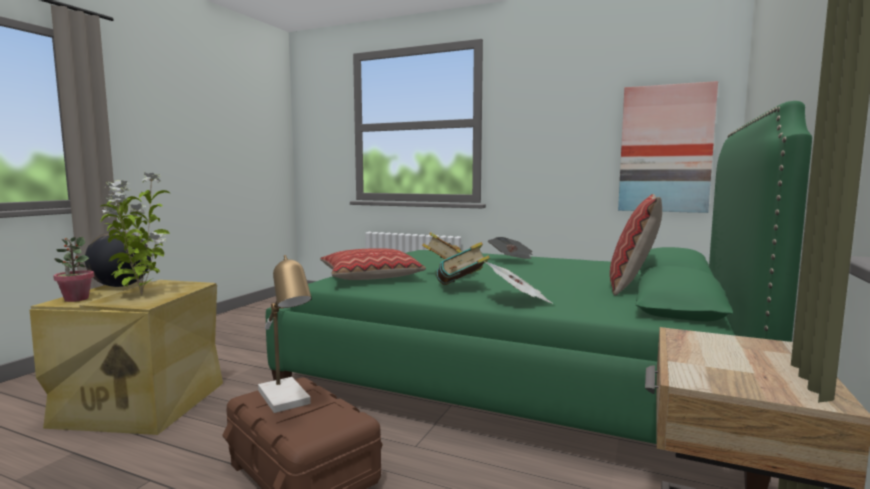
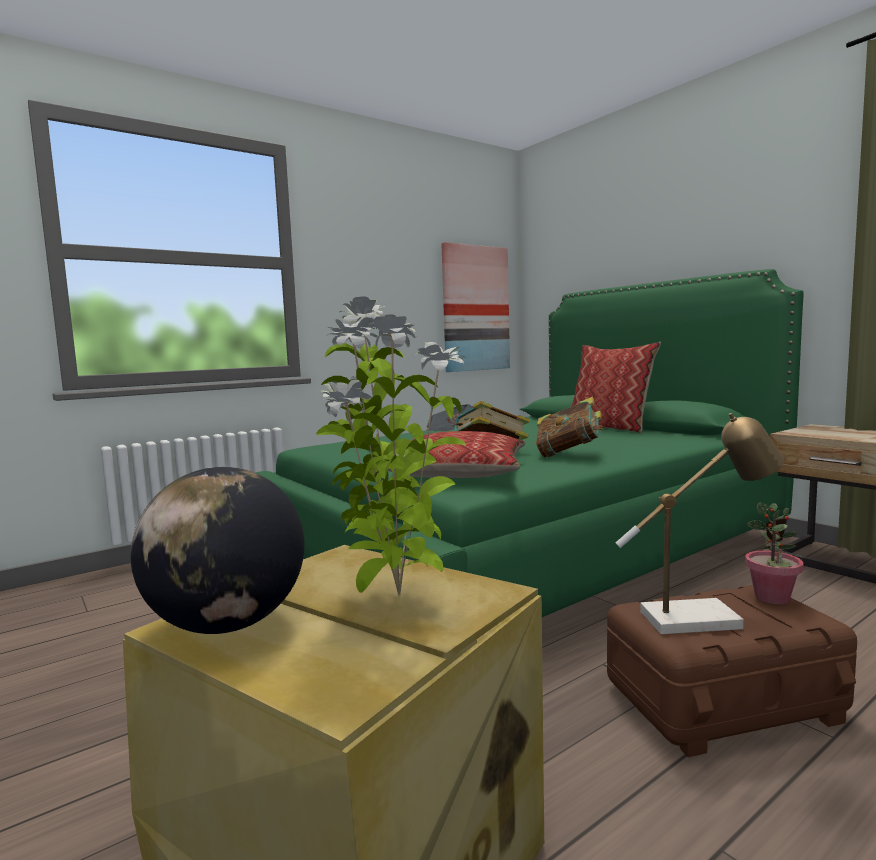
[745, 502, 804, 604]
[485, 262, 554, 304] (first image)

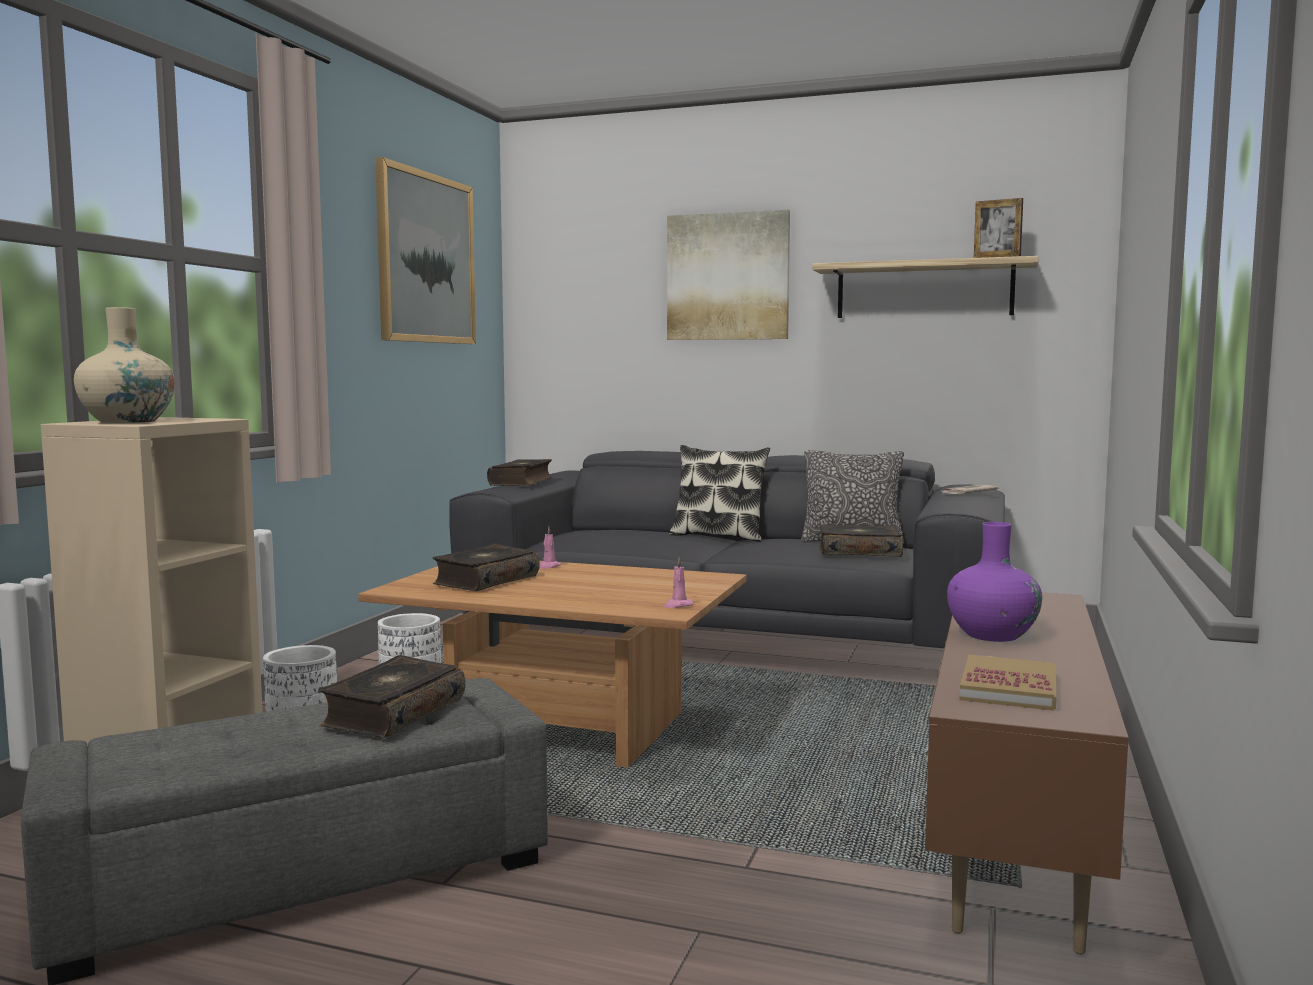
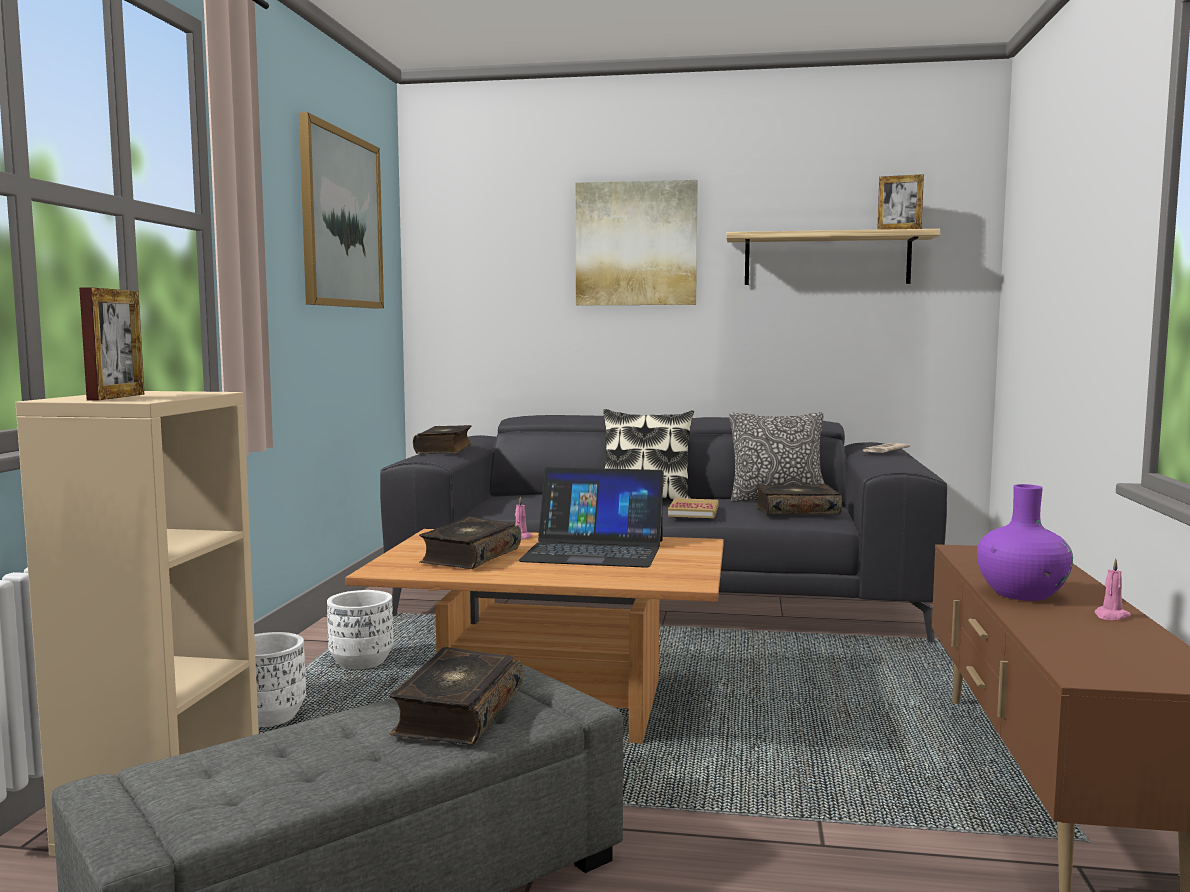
[79, 287, 144, 400]
[1095, 558, 1131, 620]
[668, 498, 719, 518]
[518, 467, 664, 568]

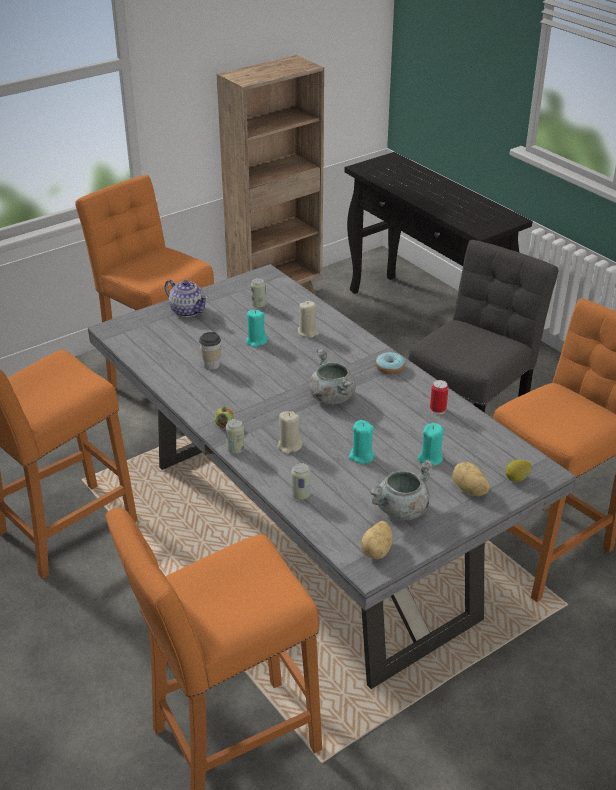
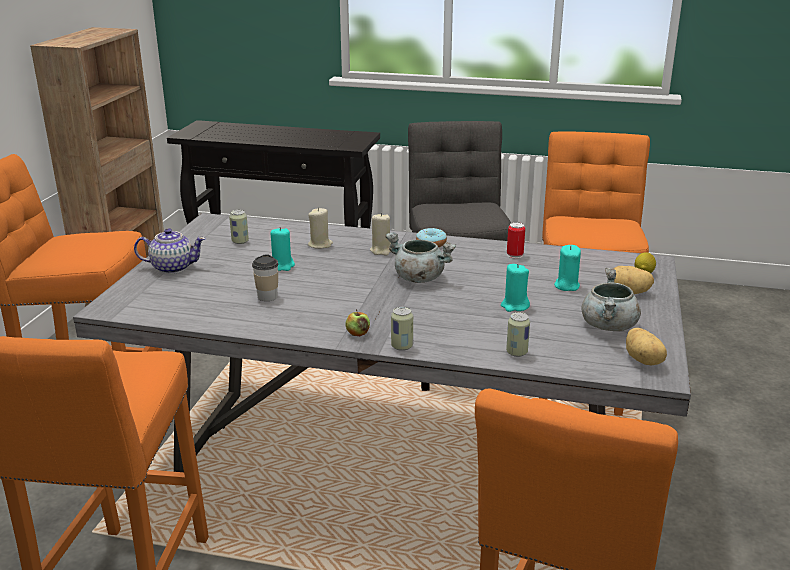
[370, 213, 391, 255]

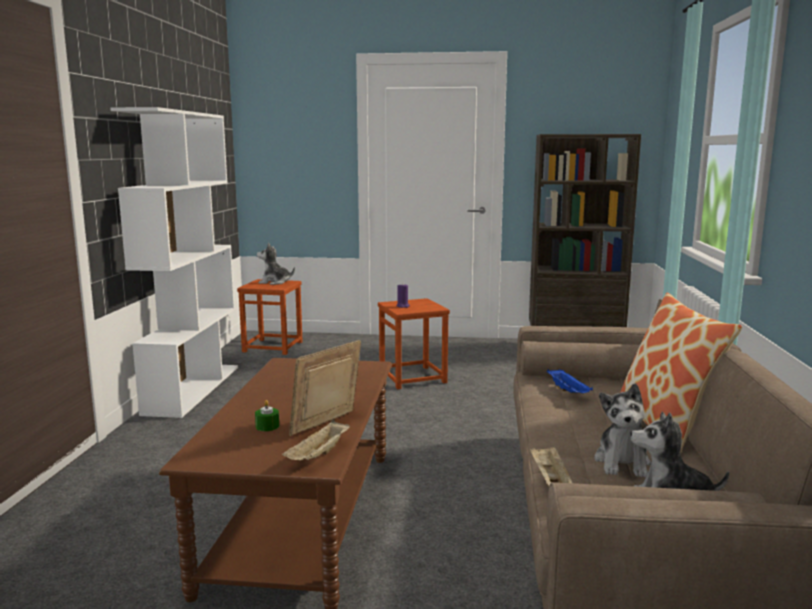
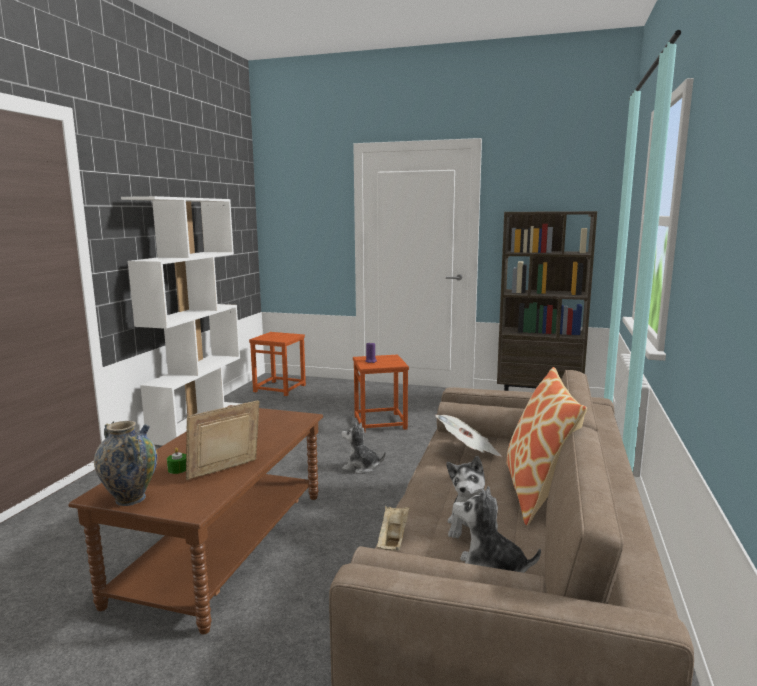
[341, 423, 386, 474]
[282, 420, 350, 460] (first image)
[435, 415, 502, 457]
[94, 421, 158, 506]

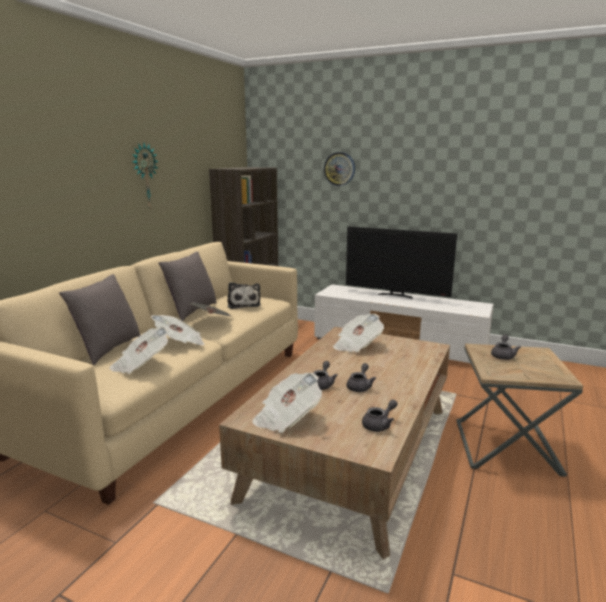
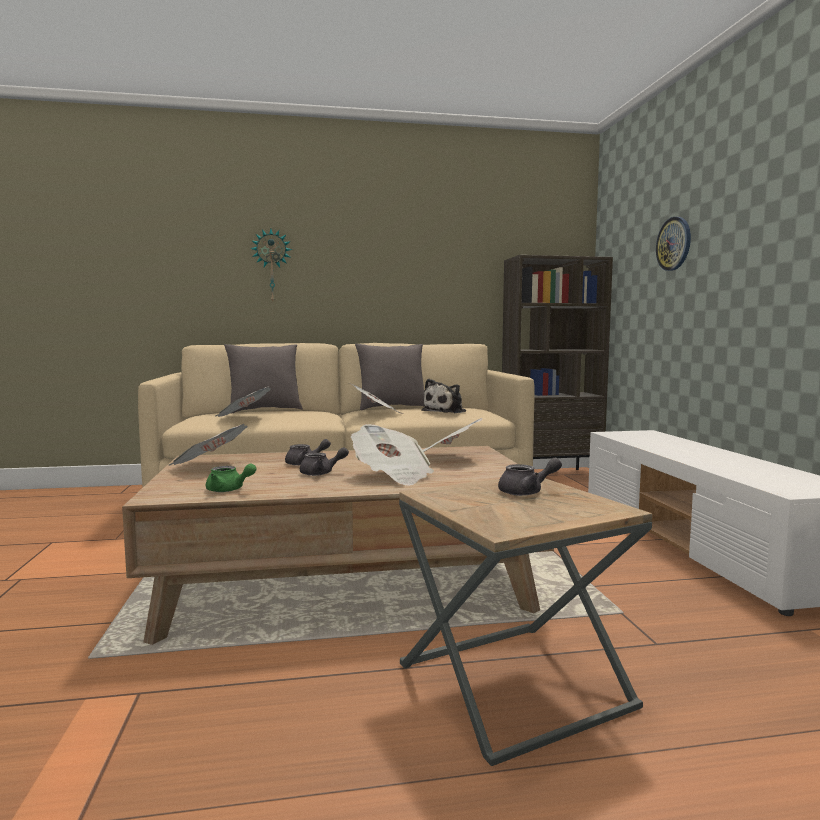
[250, 229, 292, 302]
[351, 424, 434, 486]
[346, 226, 457, 299] (first image)
[206, 464, 256, 492]

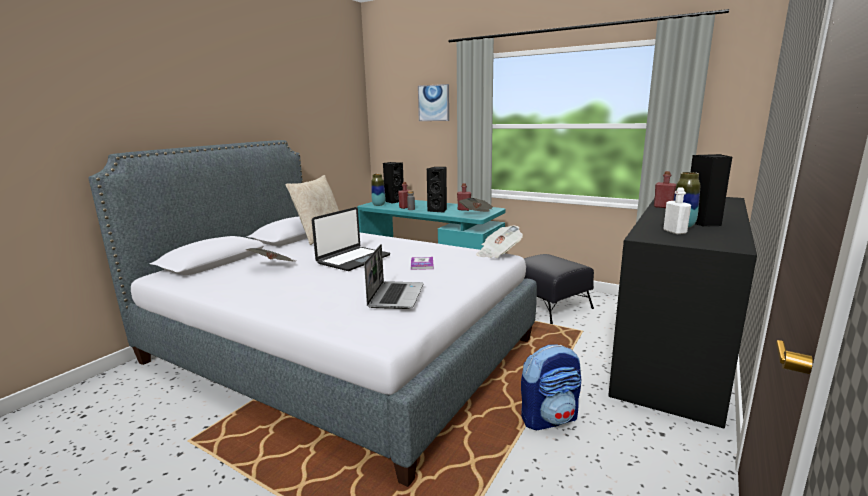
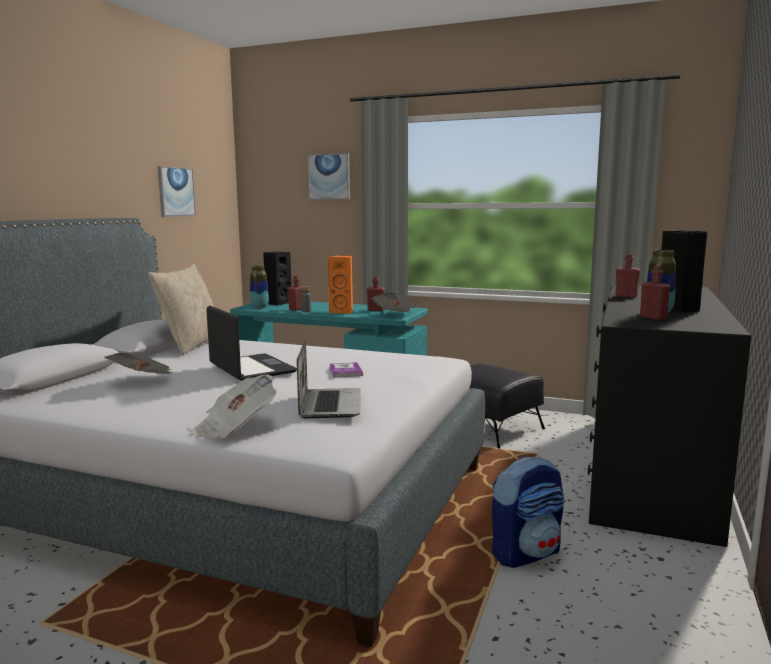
[206, 306, 297, 381]
[328, 255, 353, 314]
[191, 374, 276, 439]
[640, 266, 671, 320]
[158, 166, 196, 217]

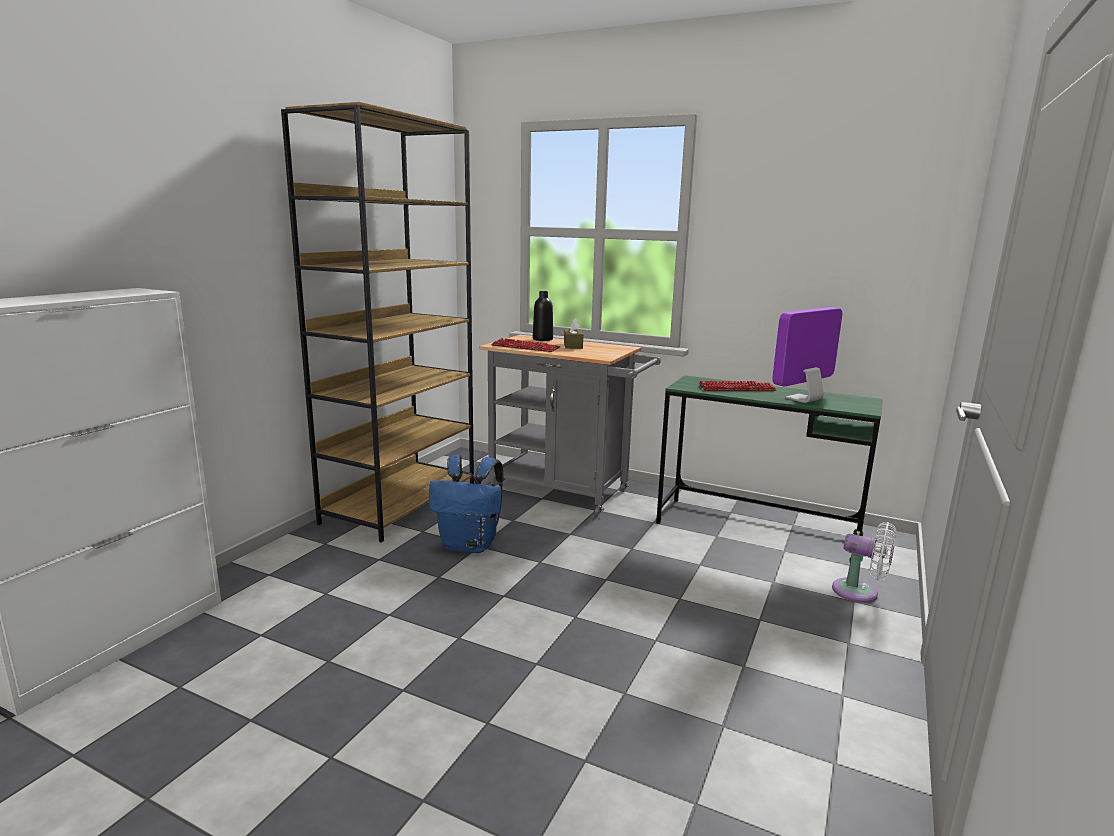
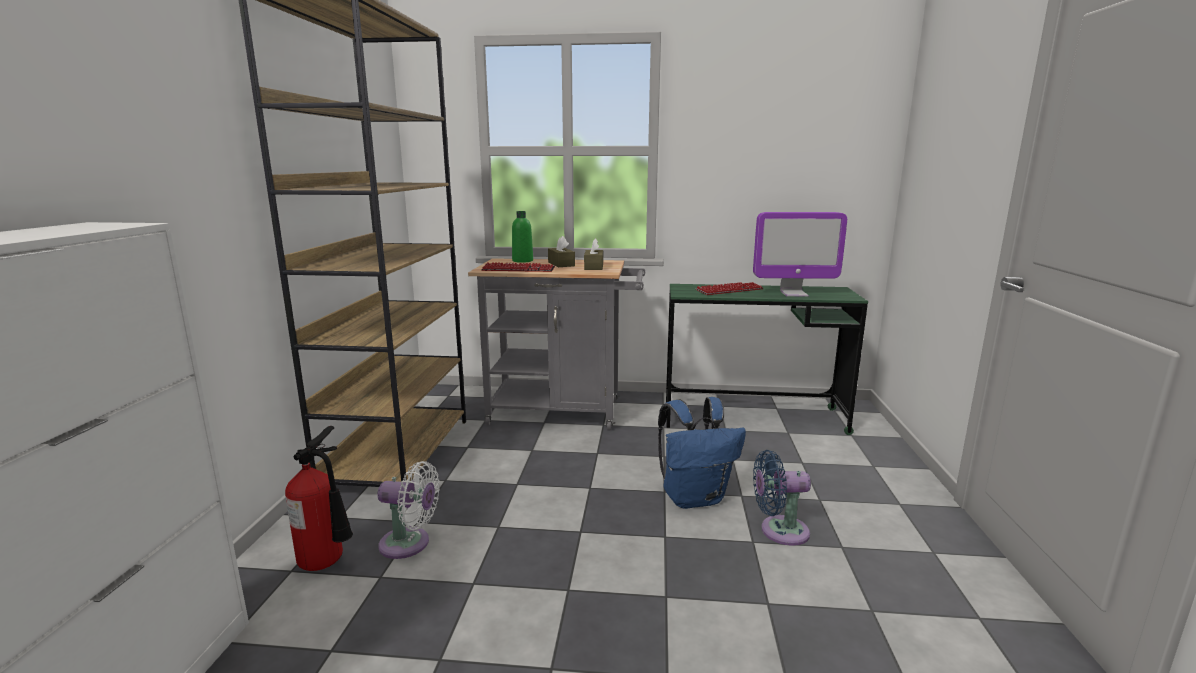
[658, 397, 746, 509]
[512, 211, 533, 263]
[753, 212, 847, 297]
[377, 461, 440, 559]
[285, 426, 353, 571]
[584, 238, 603, 270]
[753, 450, 811, 546]

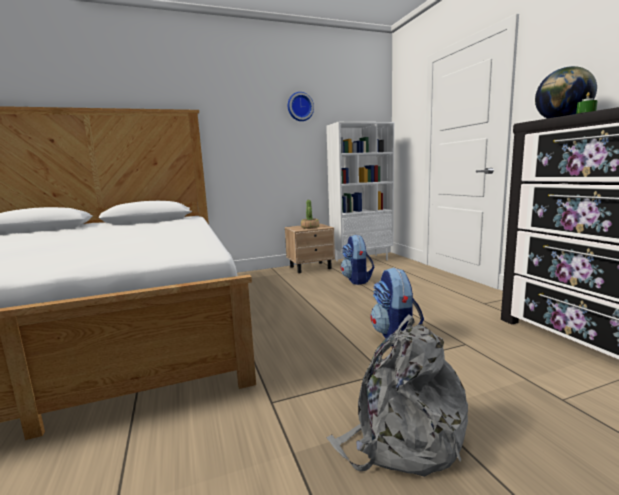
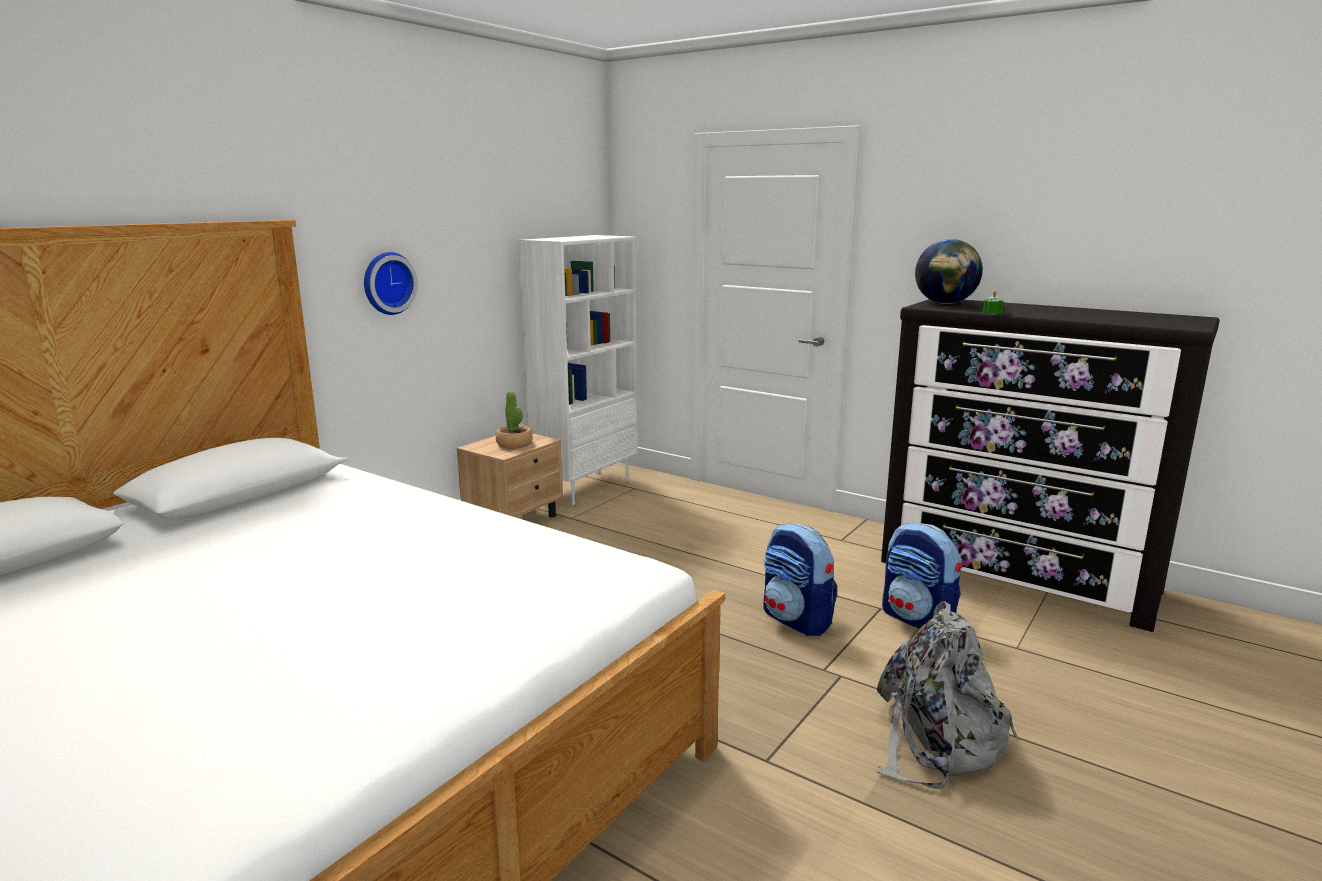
[364, 252, 418, 315]
[882, 522, 963, 628]

